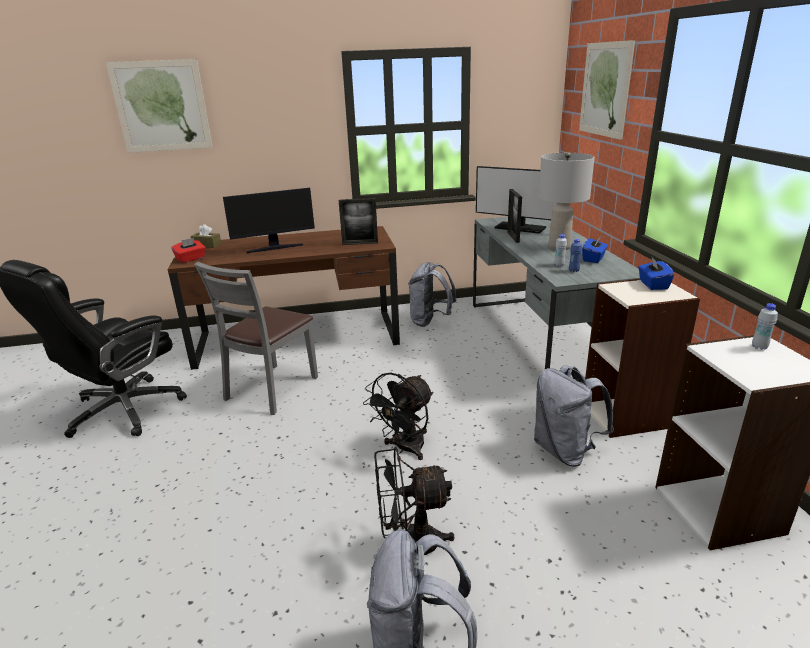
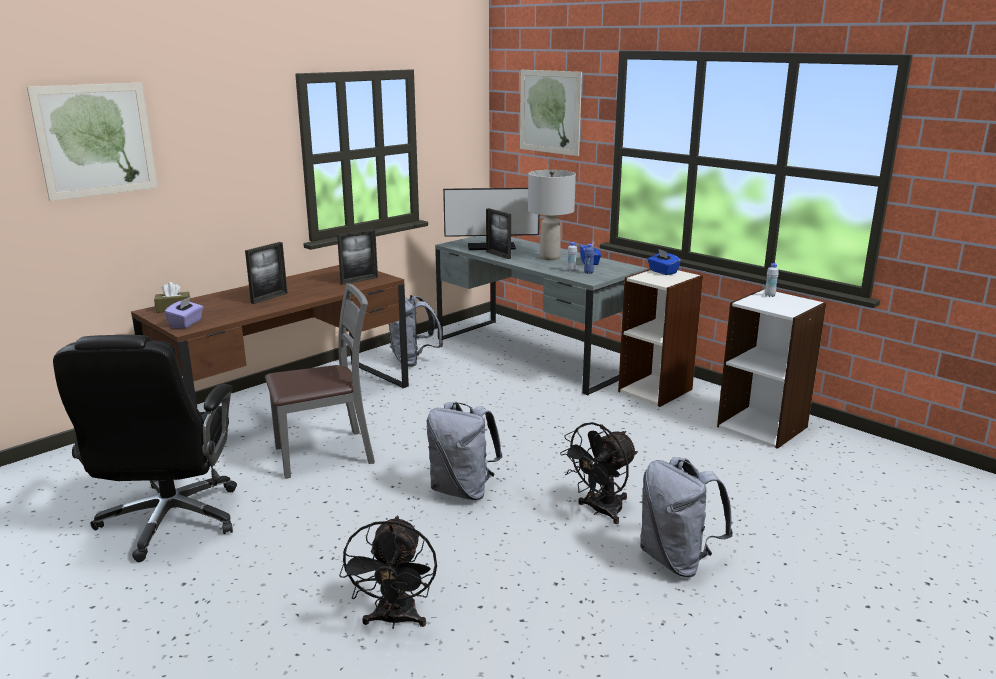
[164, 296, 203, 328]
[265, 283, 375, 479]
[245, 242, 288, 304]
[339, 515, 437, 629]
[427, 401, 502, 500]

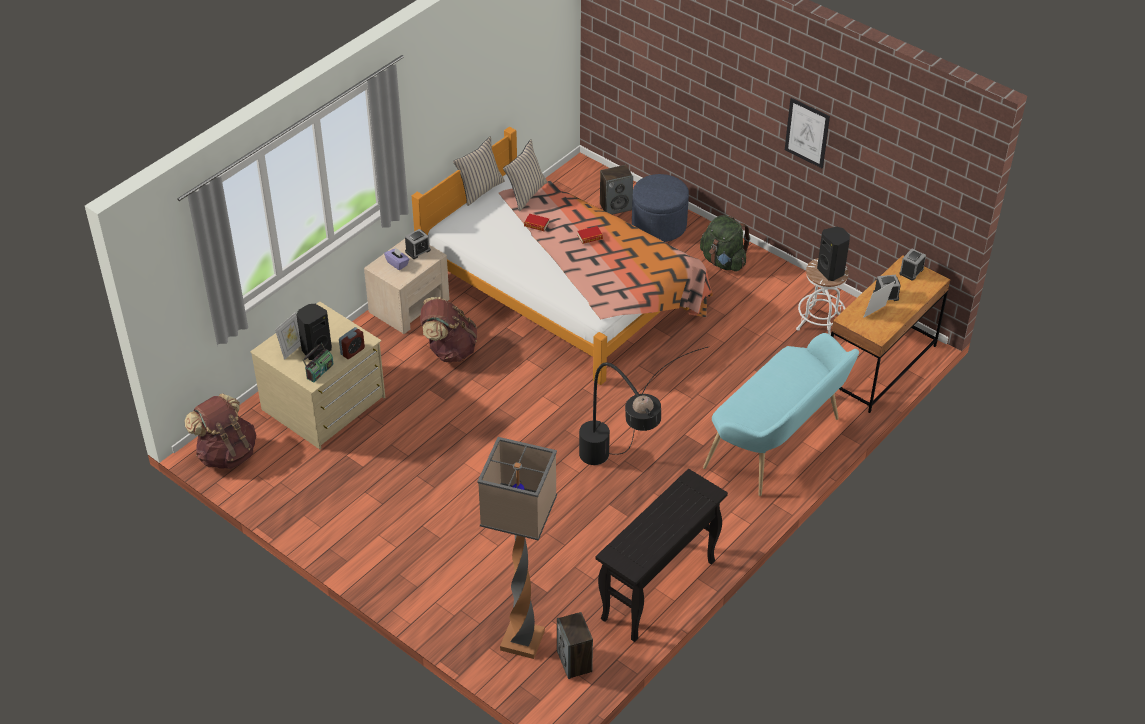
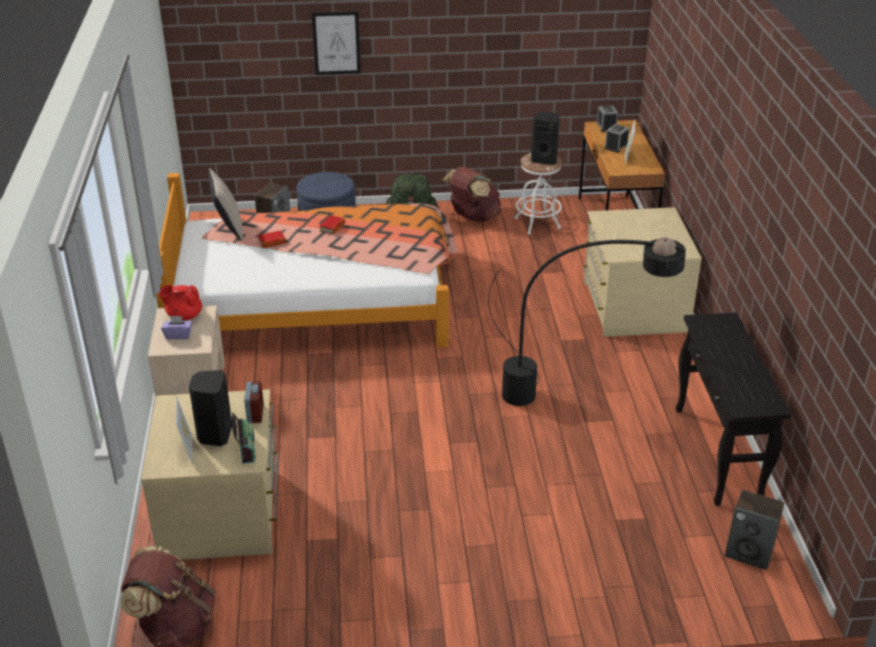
[158, 285, 202, 321]
[443, 167, 501, 222]
[453, 137, 505, 206] (first image)
[477, 437, 557, 659] (first image)
[583, 207, 702, 337]
[312, 11, 361, 75]

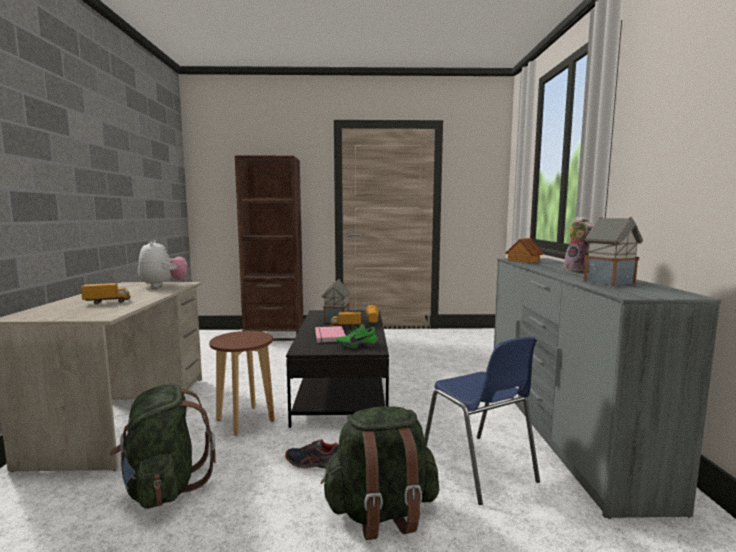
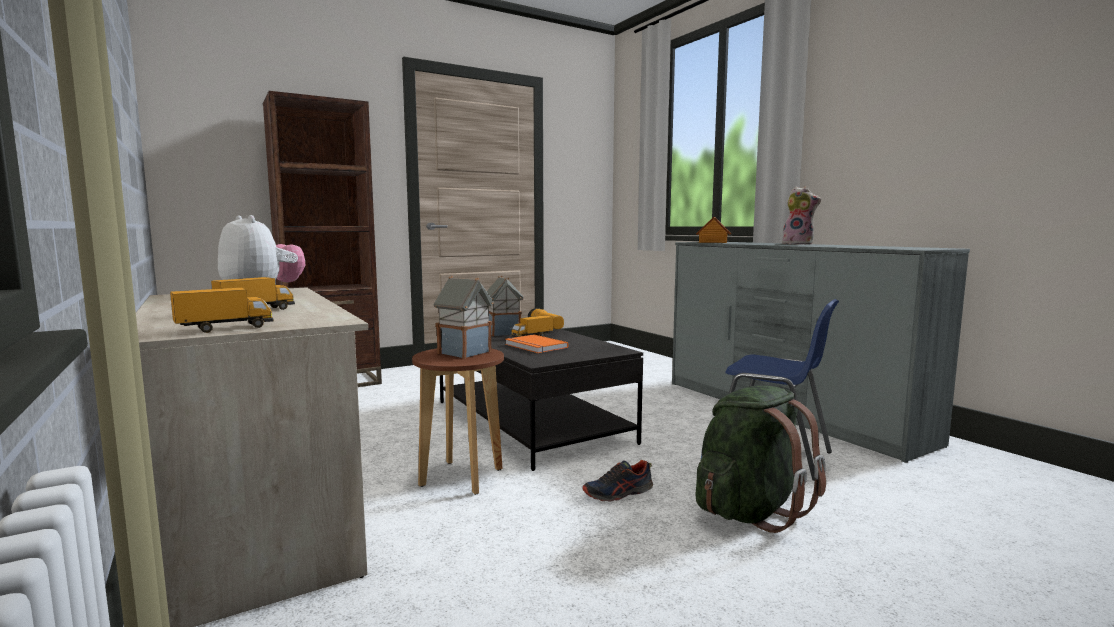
[109, 384, 216, 509] (first image)
[505, 335, 569, 353]
[336, 324, 378, 348] (first image)
[433, 276, 494, 359]
[170, 288, 274, 333]

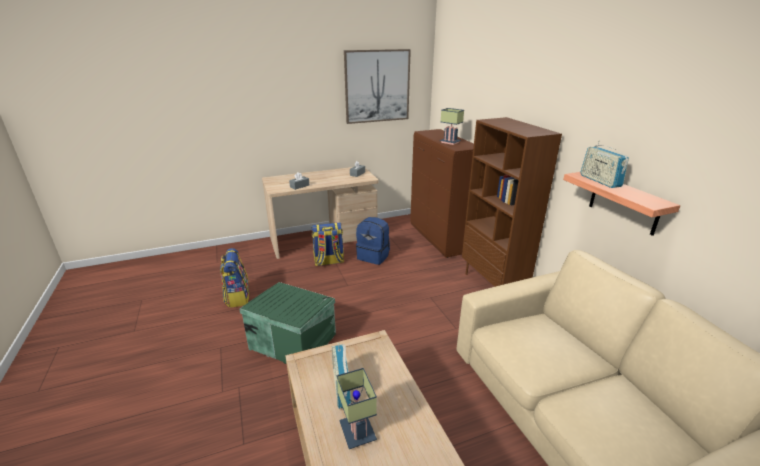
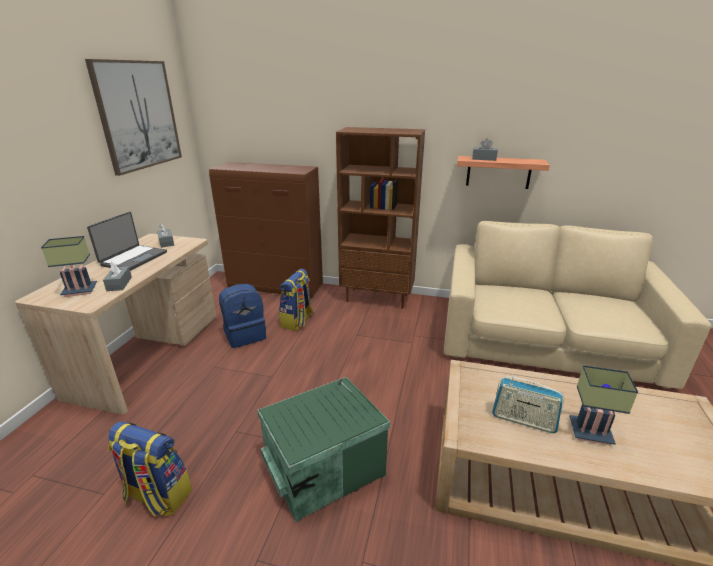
[279, 269, 314, 331]
[41, 236, 97, 297]
[472, 139, 498, 161]
[87, 212, 167, 271]

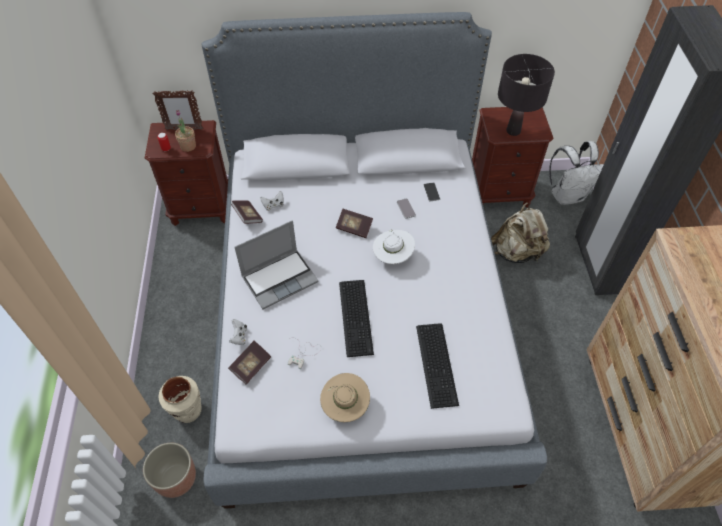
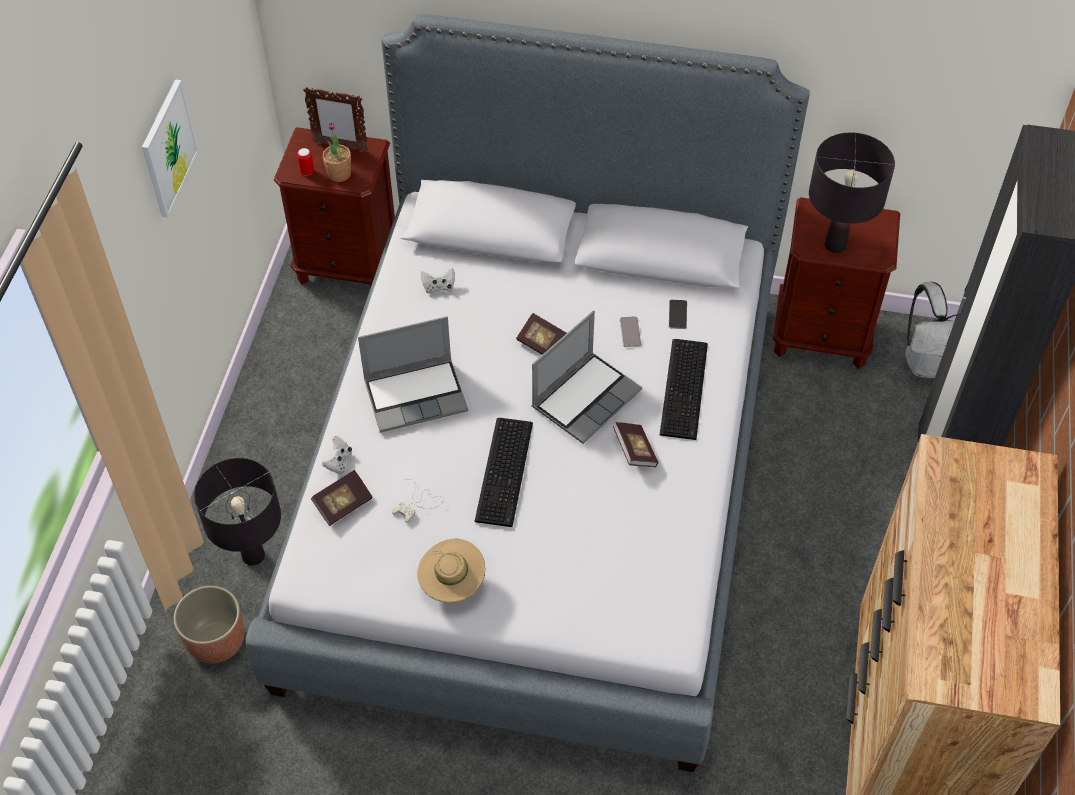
[194, 458, 281, 566]
[613, 422, 658, 467]
[532, 311, 642, 444]
[660, 339, 708, 440]
[491, 203, 550, 263] (first image)
[142, 79, 199, 218]

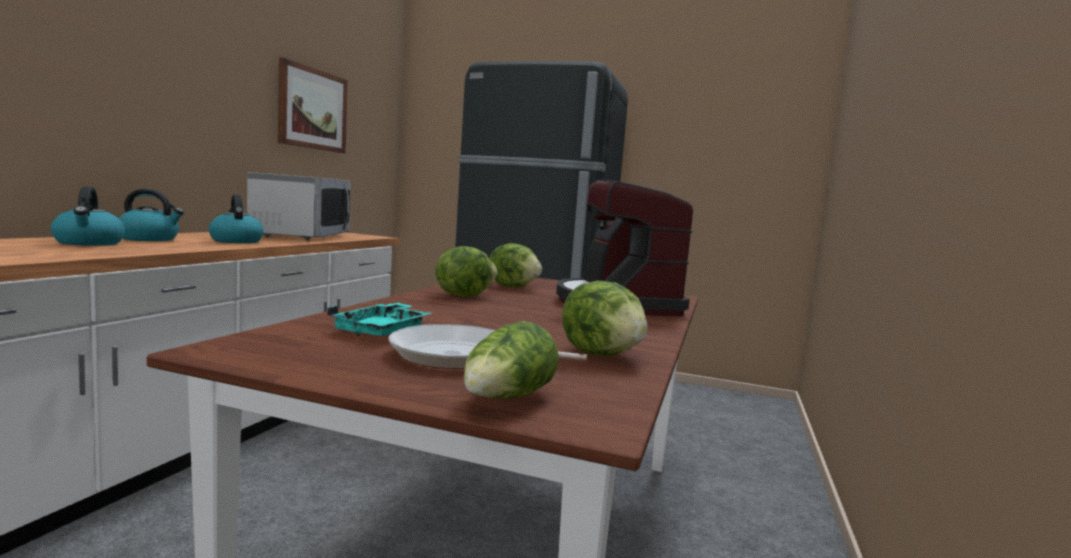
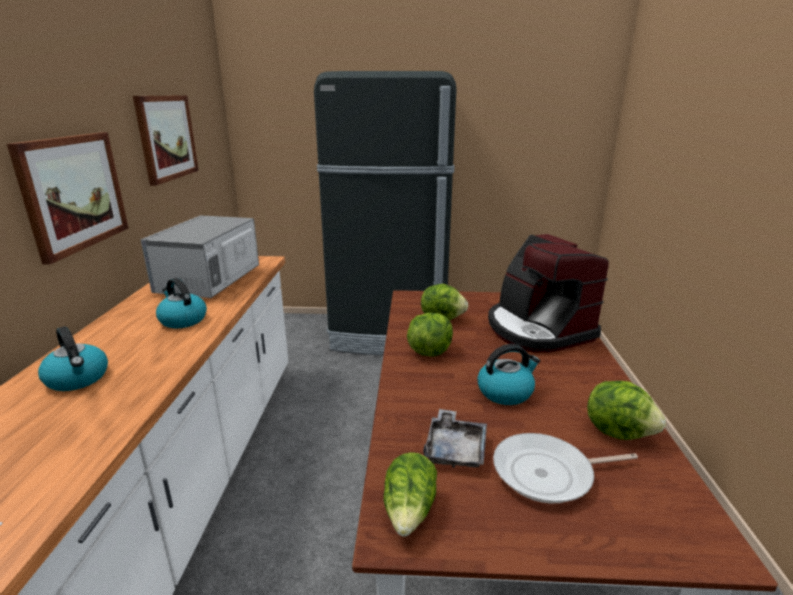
[477, 344, 540, 405]
[141, 215, 259, 298]
[423, 409, 487, 468]
[383, 452, 437, 537]
[7, 132, 129, 265]

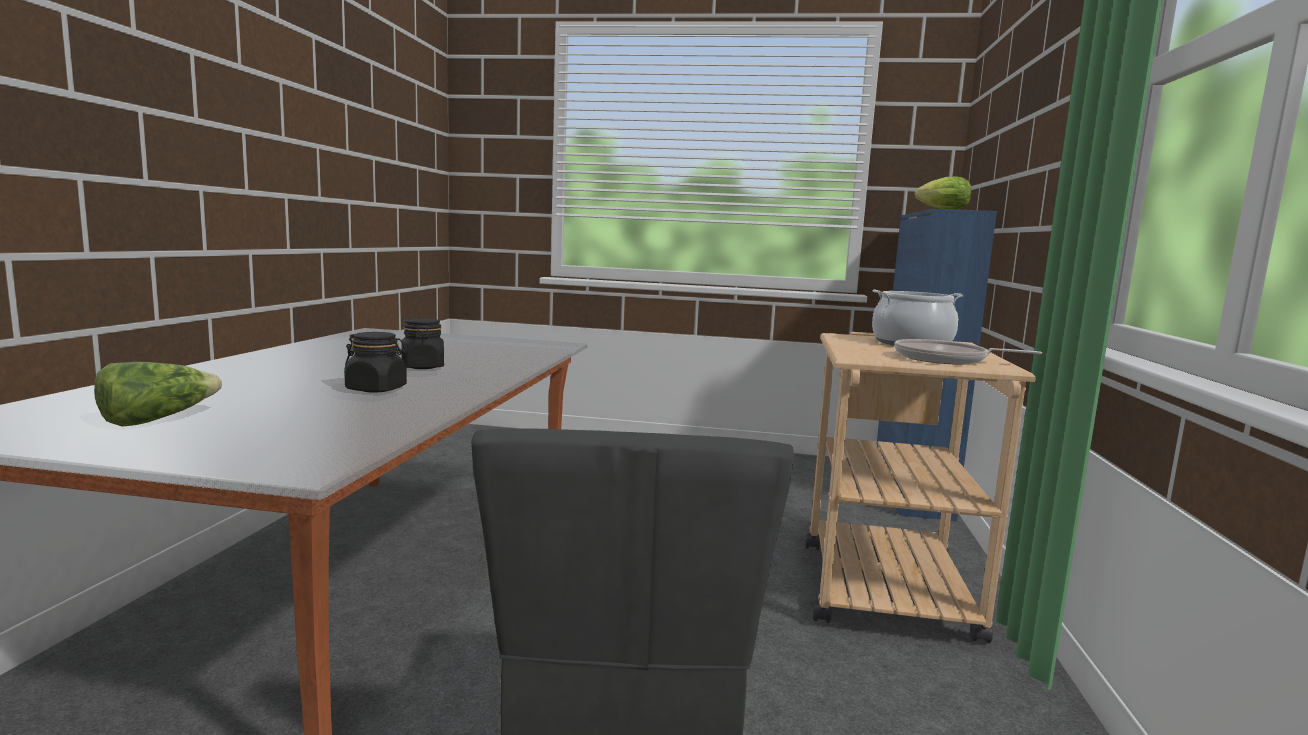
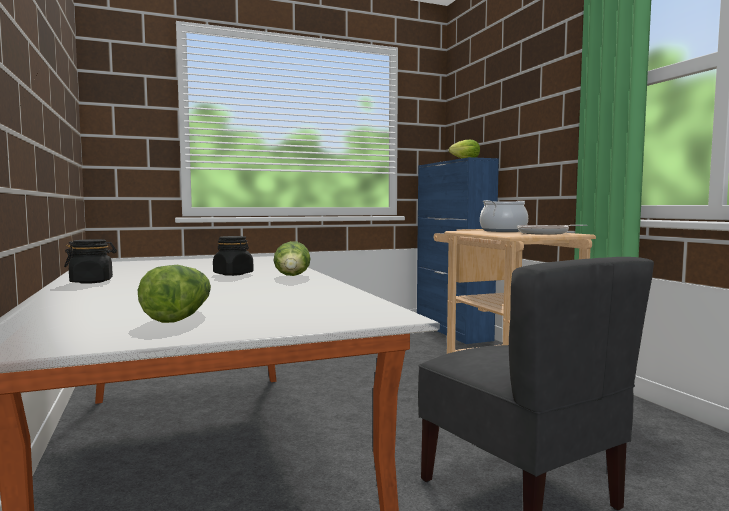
[64, 239, 117, 284]
[274, 241, 310, 276]

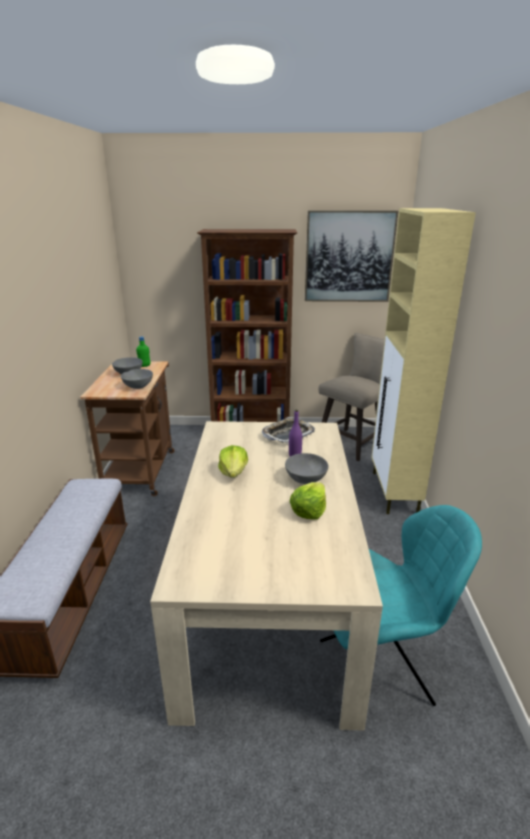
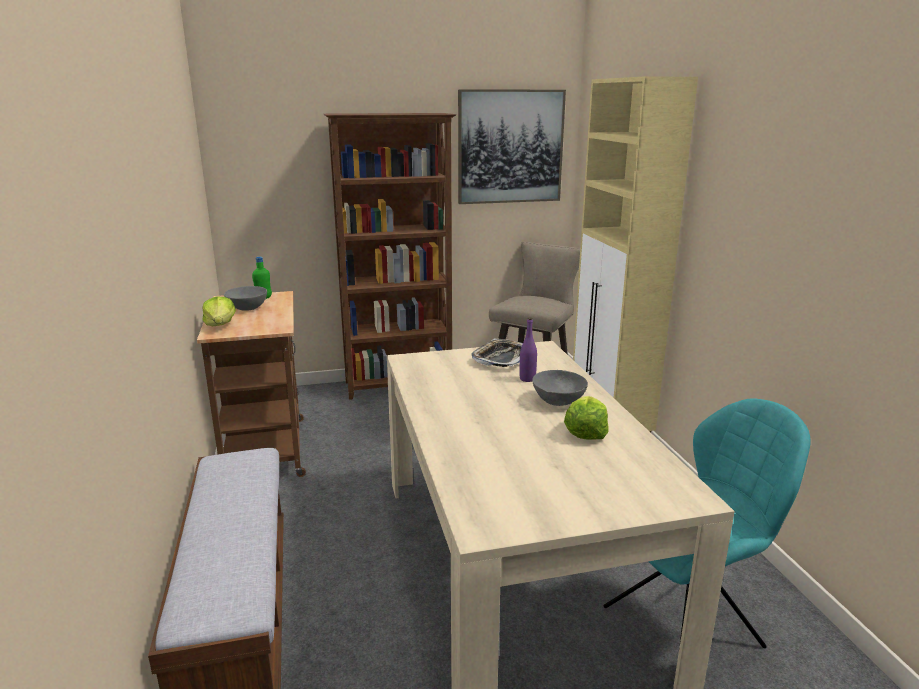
[121, 369, 153, 389] (first image)
[203, 297, 236, 326]

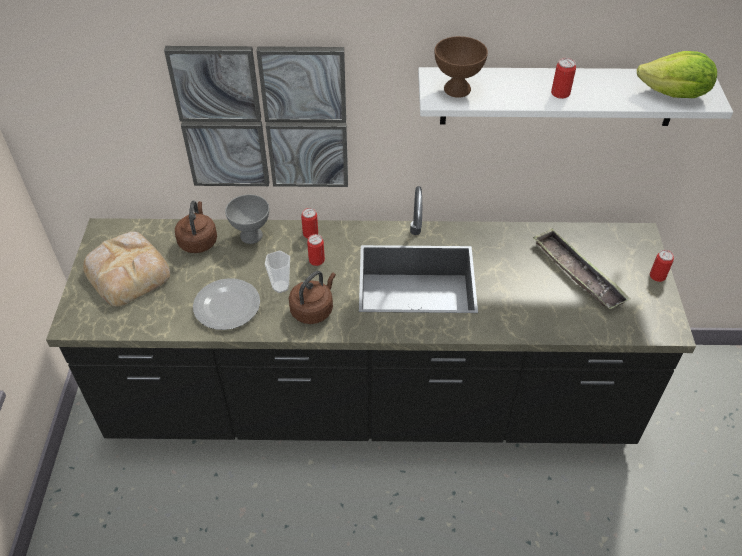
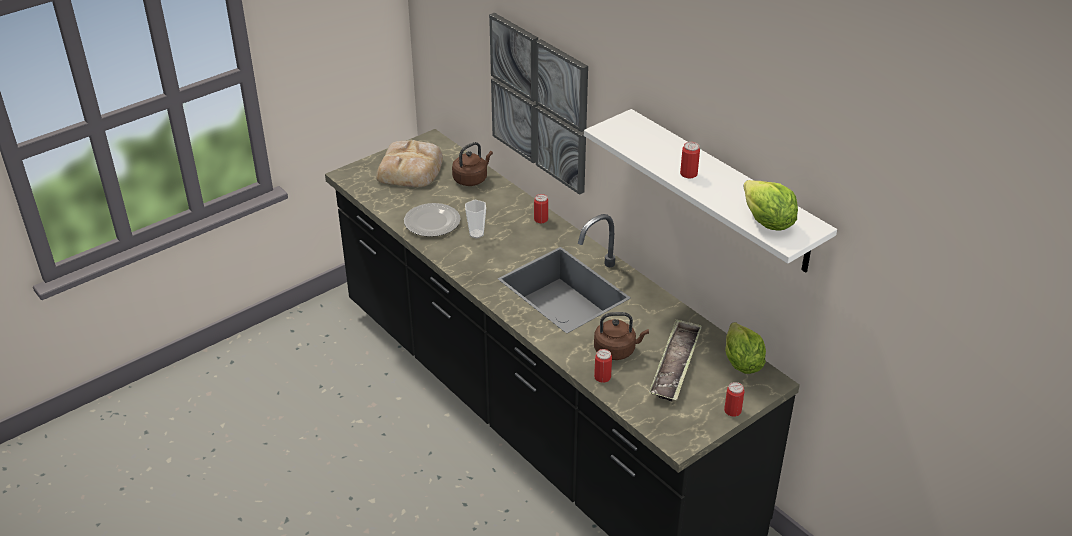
[225, 195, 269, 244] (first image)
[594, 312, 649, 360]
[594, 349, 612, 383]
[434, 36, 488, 98] (first image)
[725, 322, 766, 374]

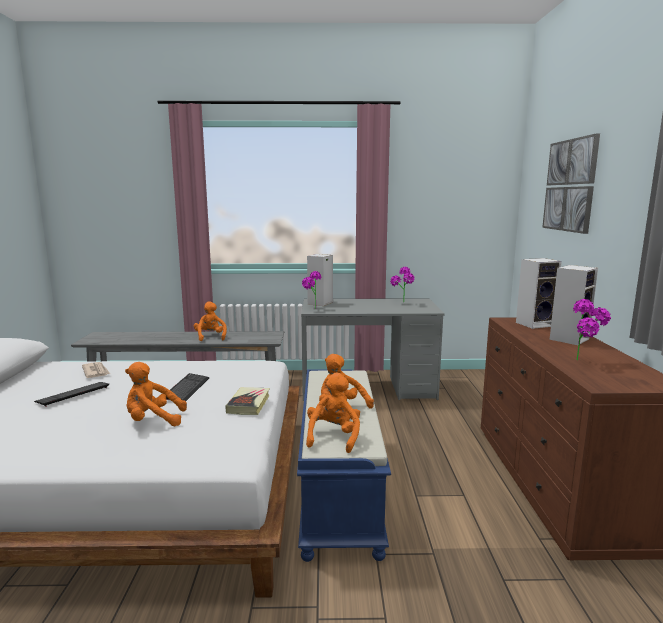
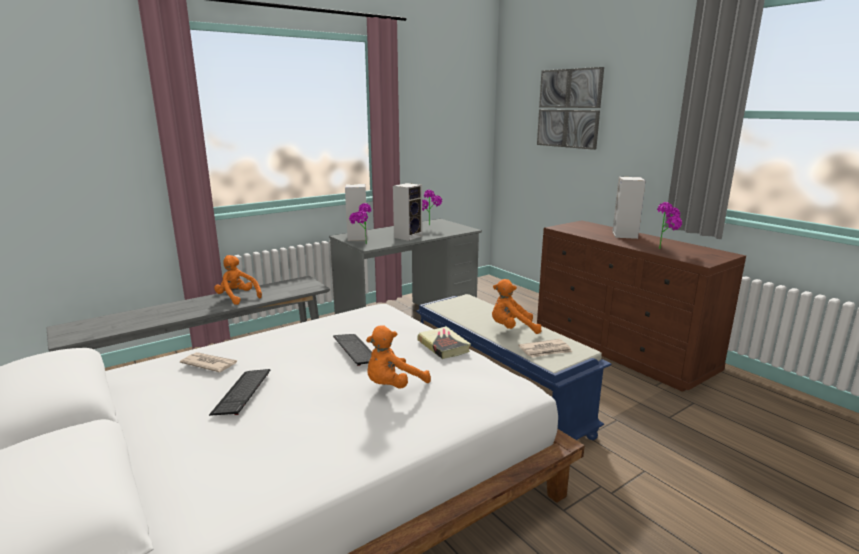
[518, 339, 572, 358]
[393, 183, 422, 241]

